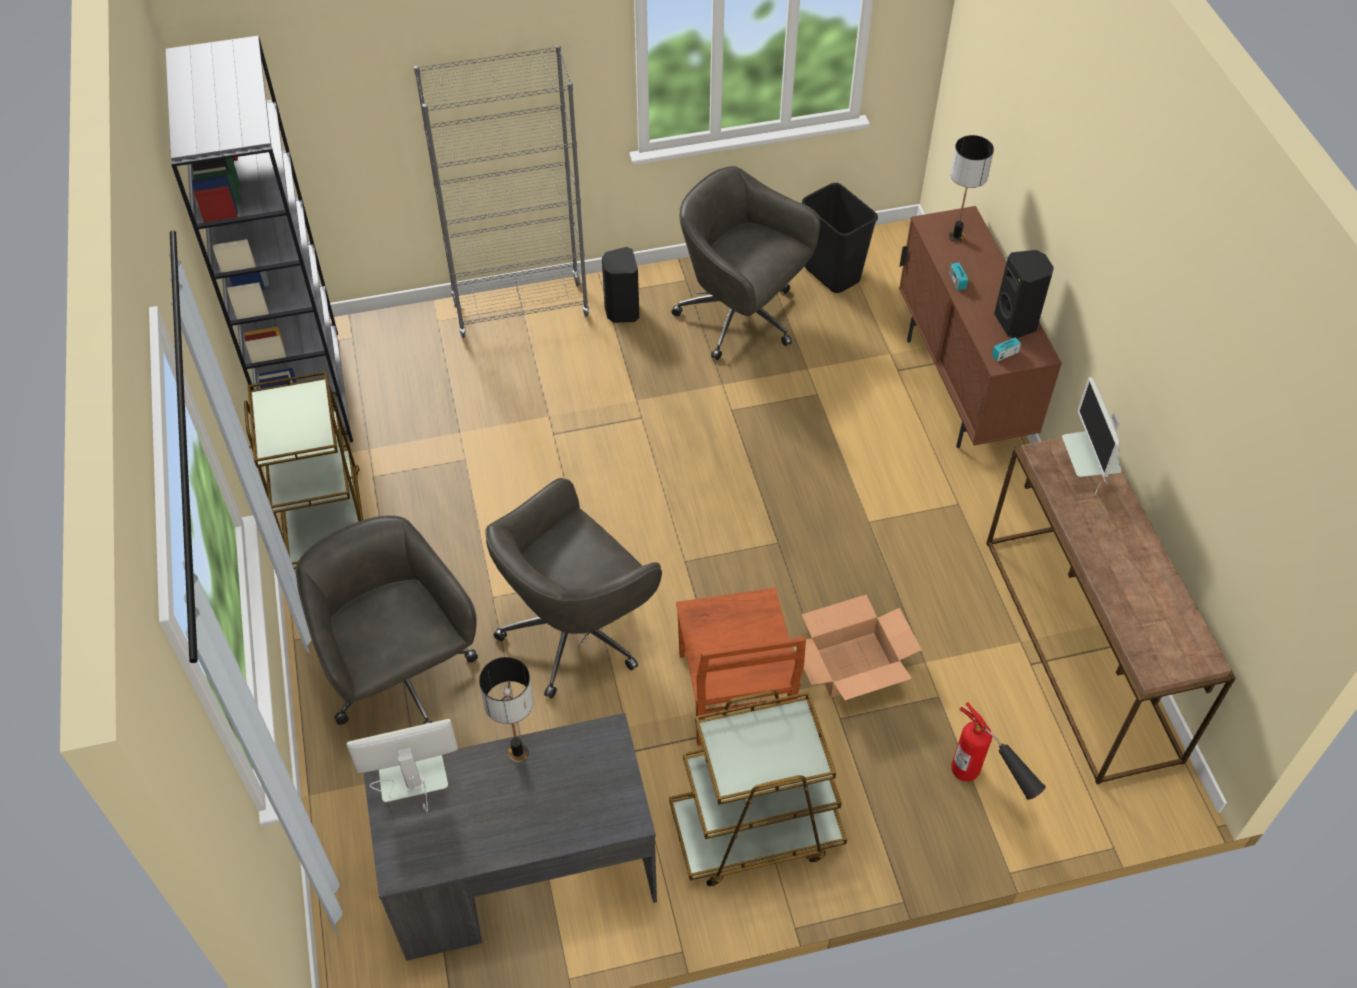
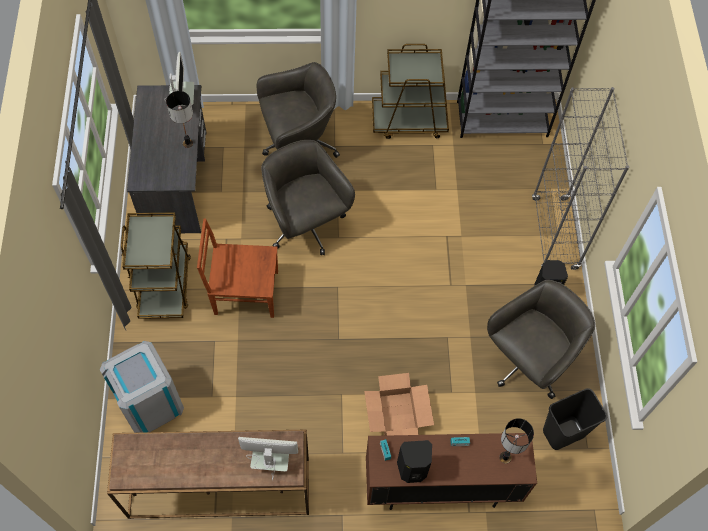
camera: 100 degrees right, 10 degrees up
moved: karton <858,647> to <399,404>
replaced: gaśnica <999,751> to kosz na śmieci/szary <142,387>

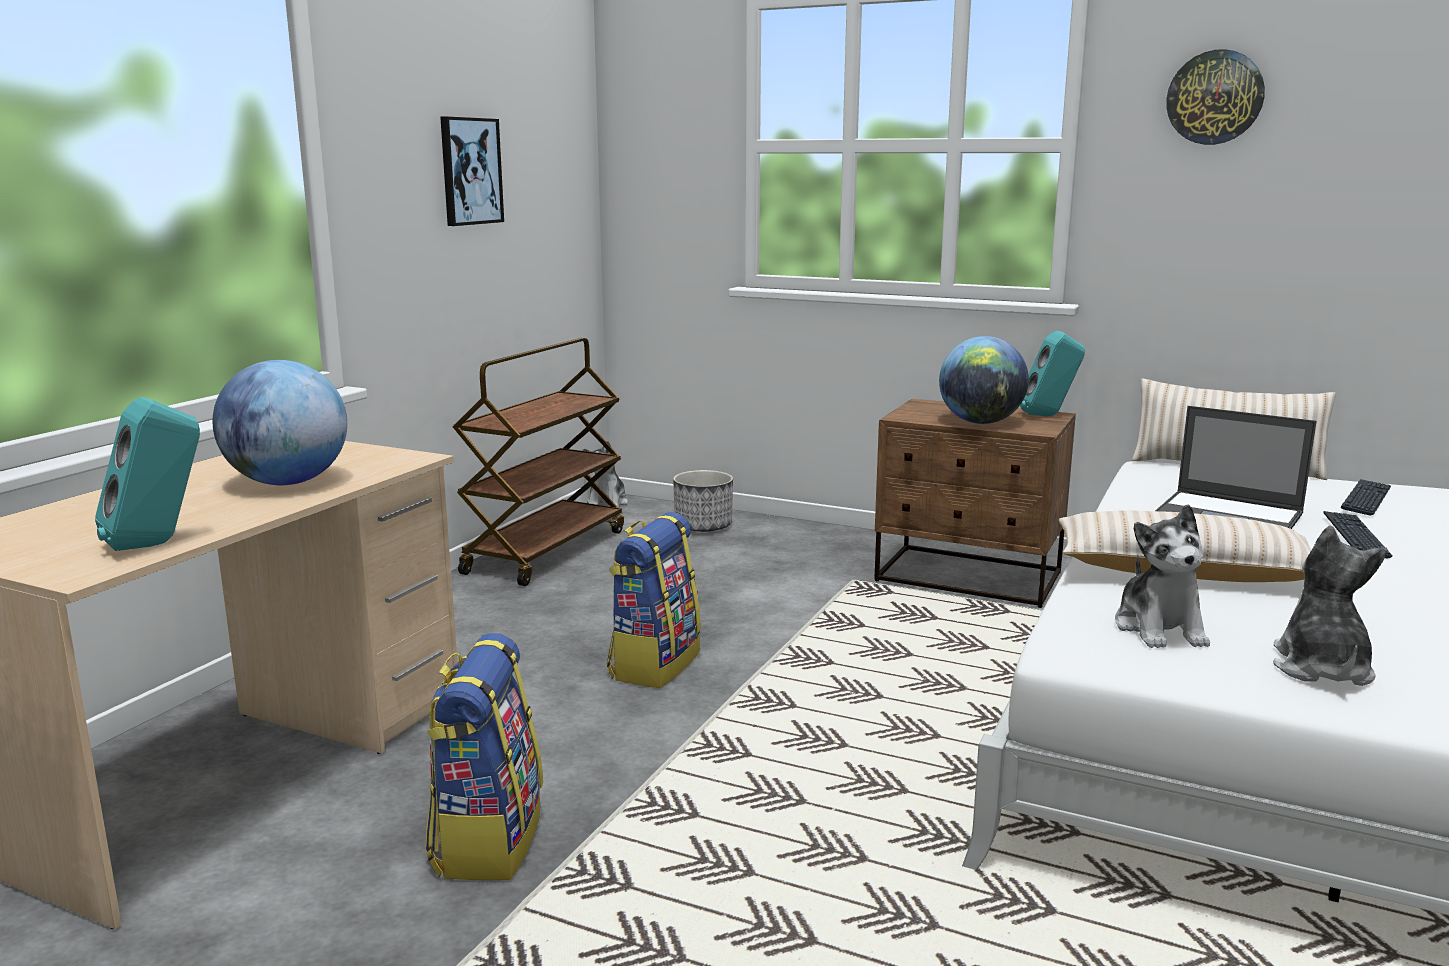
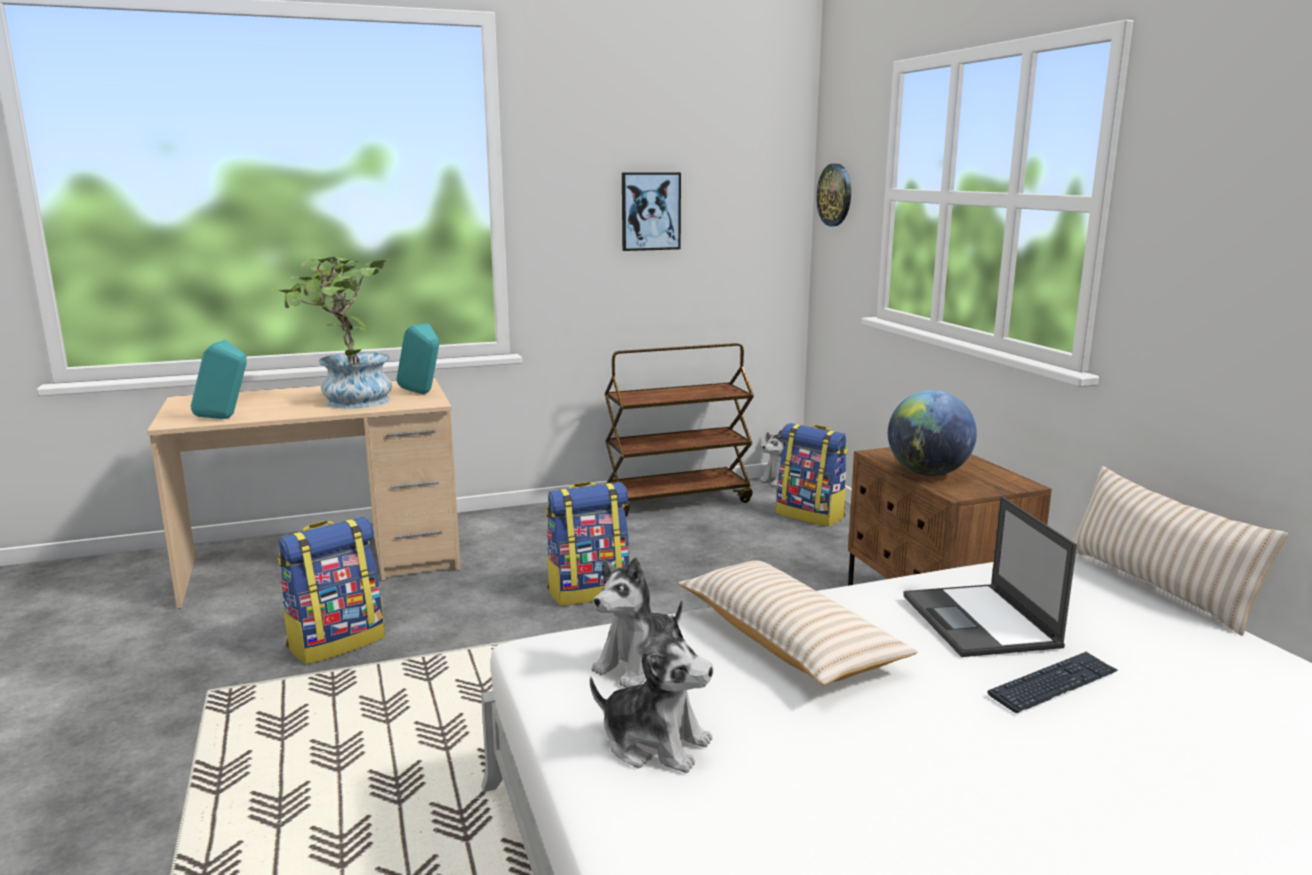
camera: 45 degrees right, 0 degrees up
removed: klawiatura <1366,497>
moved: głośnik/turkusowy <1052,373> to <418,358>; zegar ścienny <1215,97> to <833,195>
replaced: globus <280,422> to roślina doniczkowa <331,332>; donica <703,501> to plecak <812,475>
turned: pluszak <1330,605> = <652,694> 60 degrees clockwise

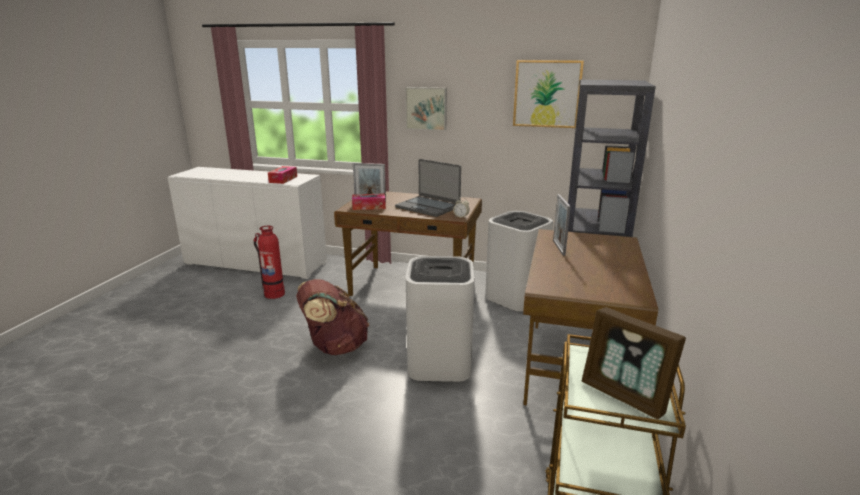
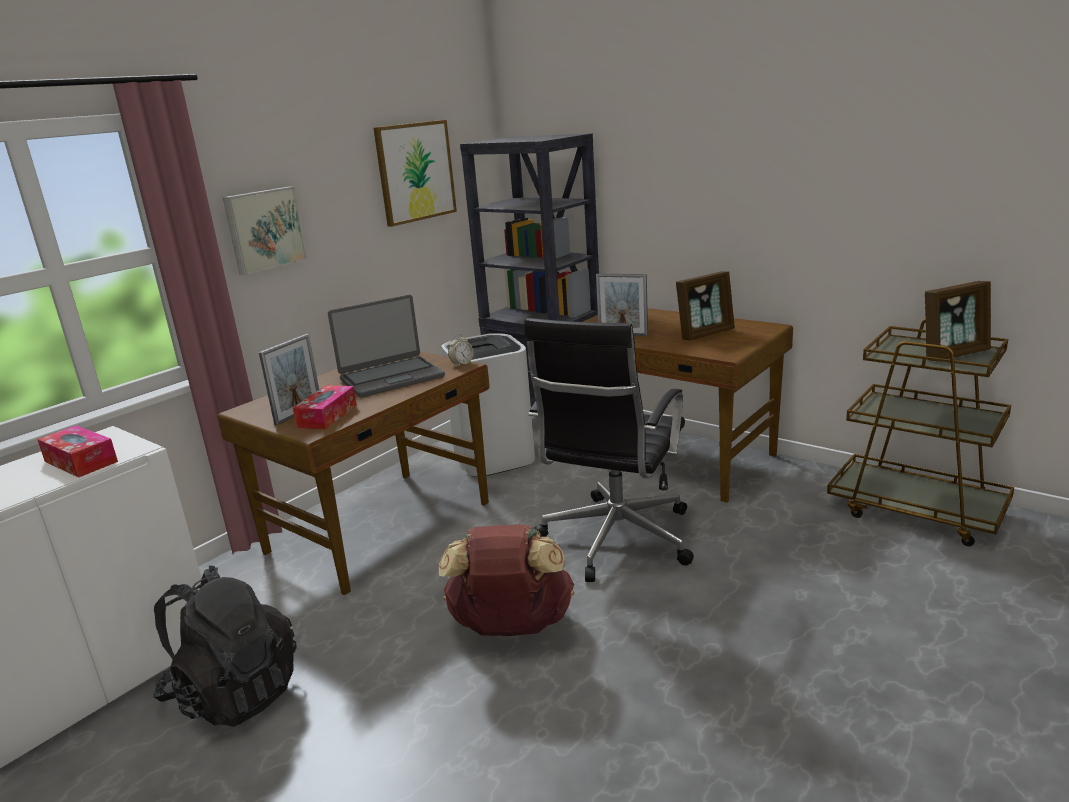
camera: 65 degrees left, 0 degrees up
added: ramka na zdjęcie <705,305>
replaced: gaśnica <269,262> to plecak/czarny <225,646>; kosz na śmieci/biały <440,319> to krzesło biurowe/czarny <609,450>

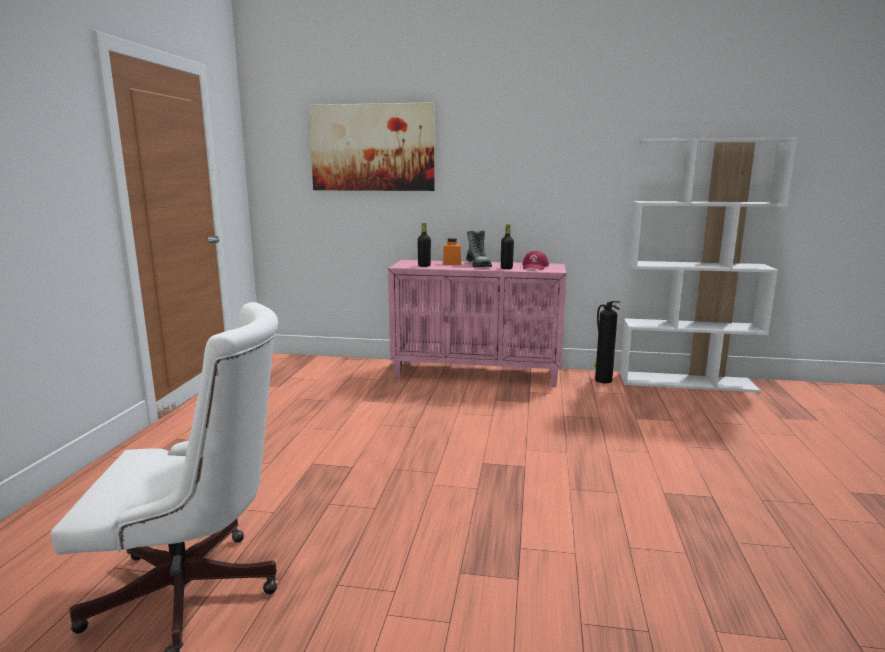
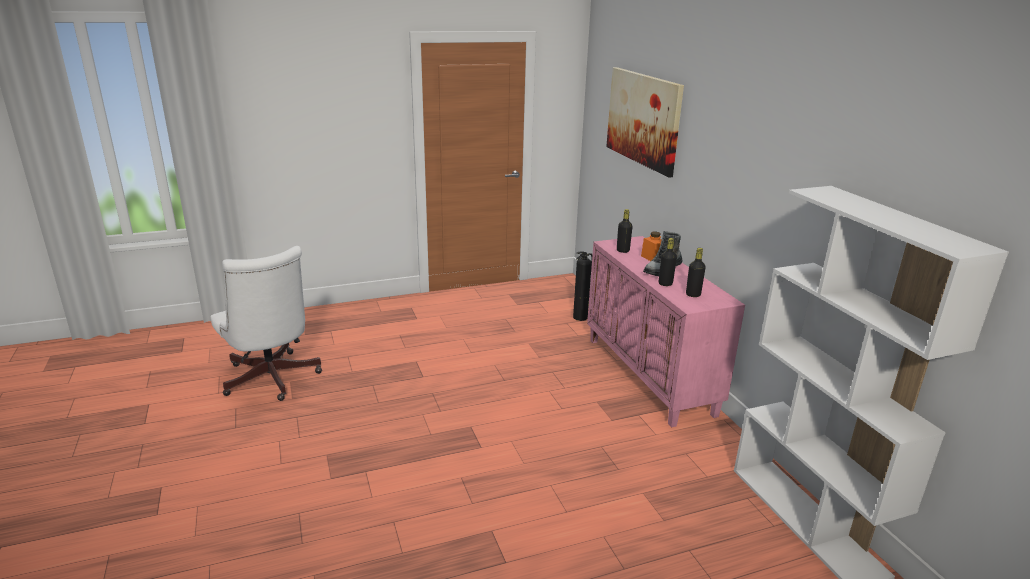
camera: 60 degrees right, 10 degrees up
moved: gaśnica <607,342> to <582,286>
replaced: czapka z daszkiem/czerwony <535,260> to butelka/czarny <696,272>

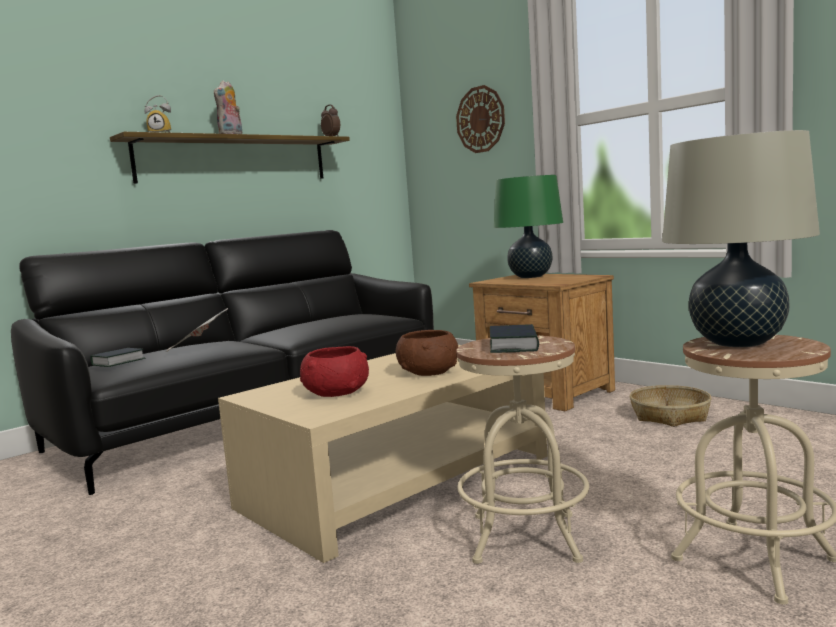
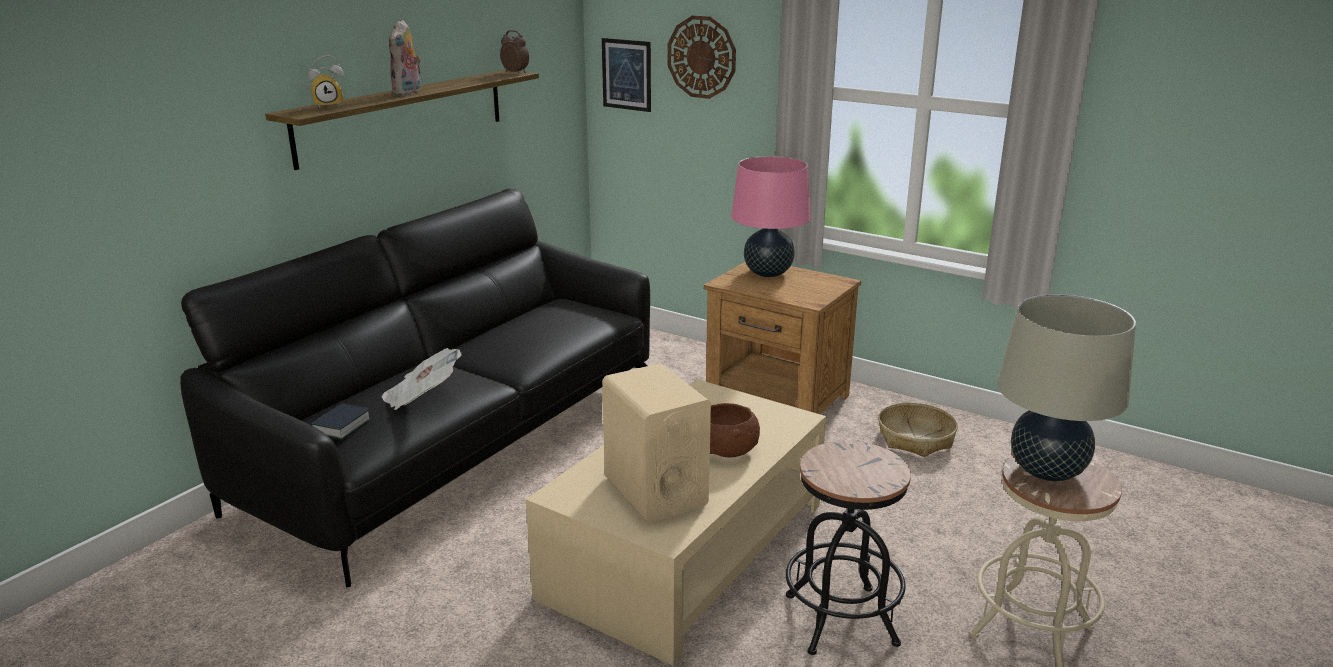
camera: 15 degrees left, 15 degrees up
removed: książka <514,338>
added: obraz <626,75>
replaced: miska/czerwony <334,371> to głośnik/beżowy <656,443>
recoloured: lampa stołowa/zielony <528,226> to lampa stołowa/różowy <770,216>; stołek/beżowy <522,450> to stołek/czarny <848,548>

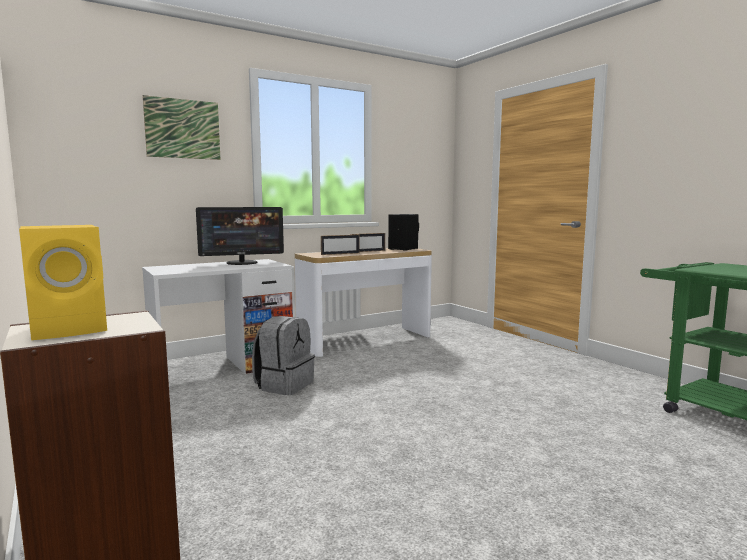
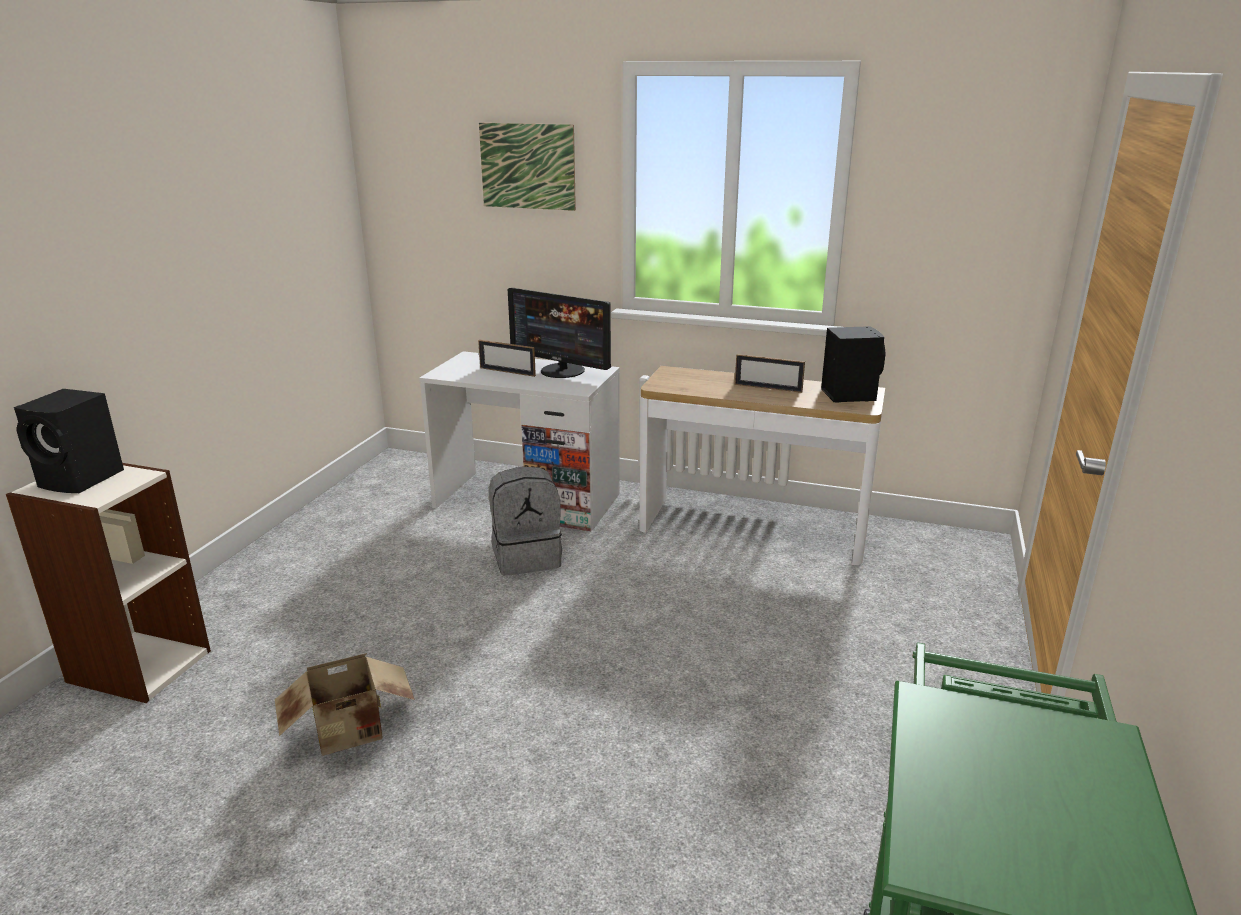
camera: 50 degrees right, 15 degrees up
added: karton <345,704>
moved: ramka na zdjęcie <340,245> to <507,358>
recoloured: głośnik/żółty <63,282> to głośnik/czarny <69,441>

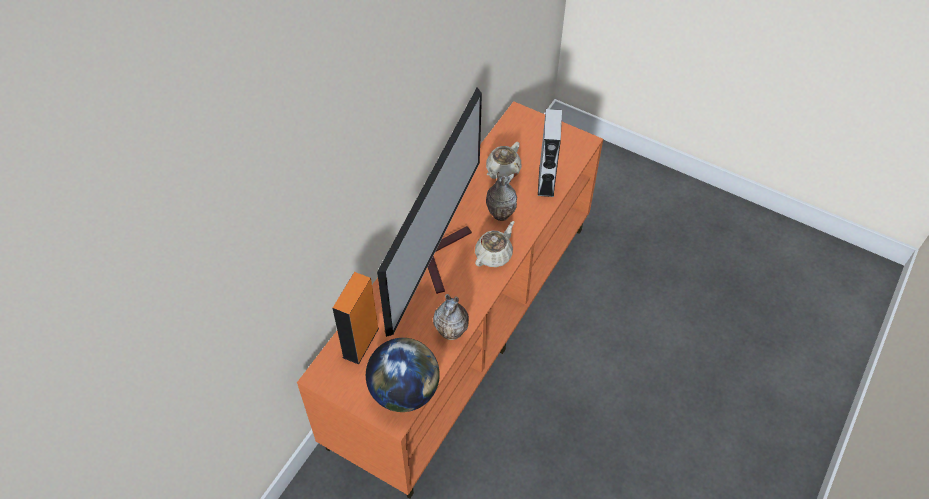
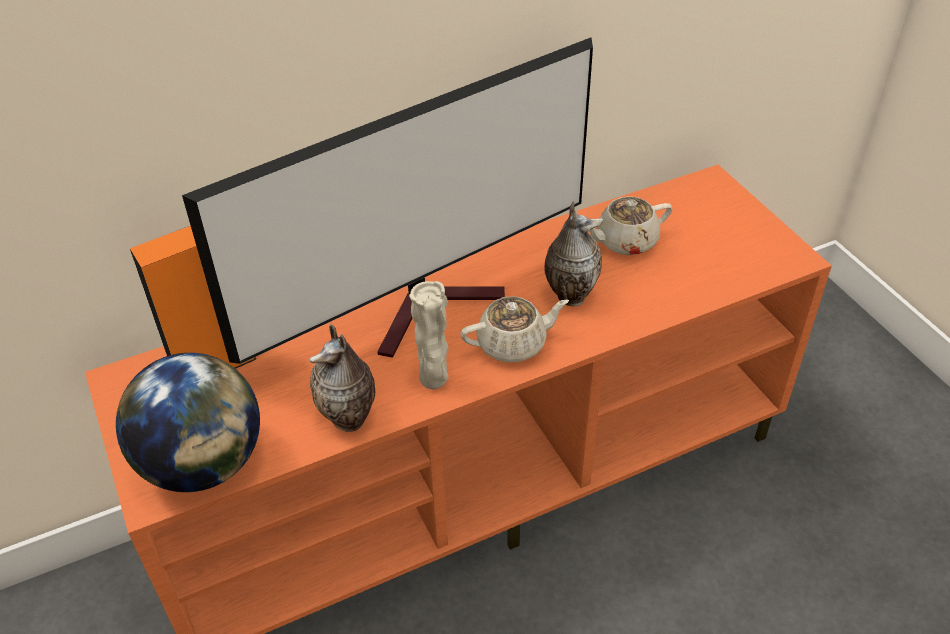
camera: 35 degrees right, 10 degrees down
removed: głośnik/szary <550,153>
added: wazon/beżowy <429,335>

